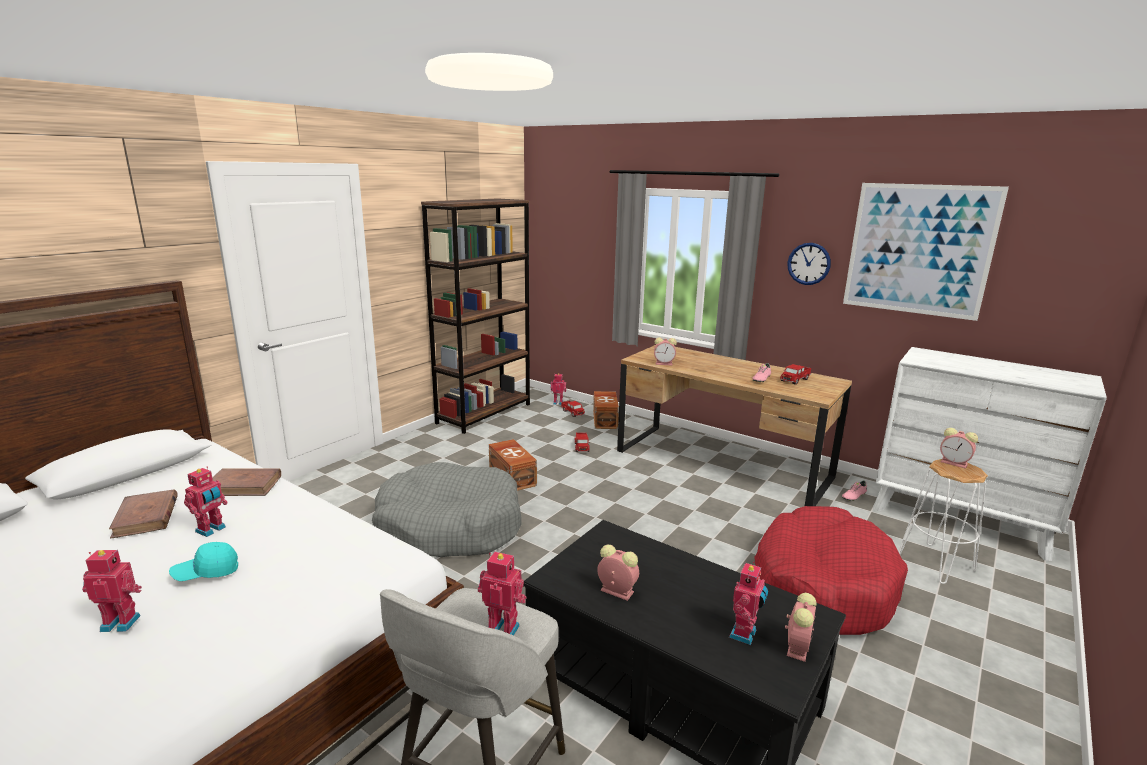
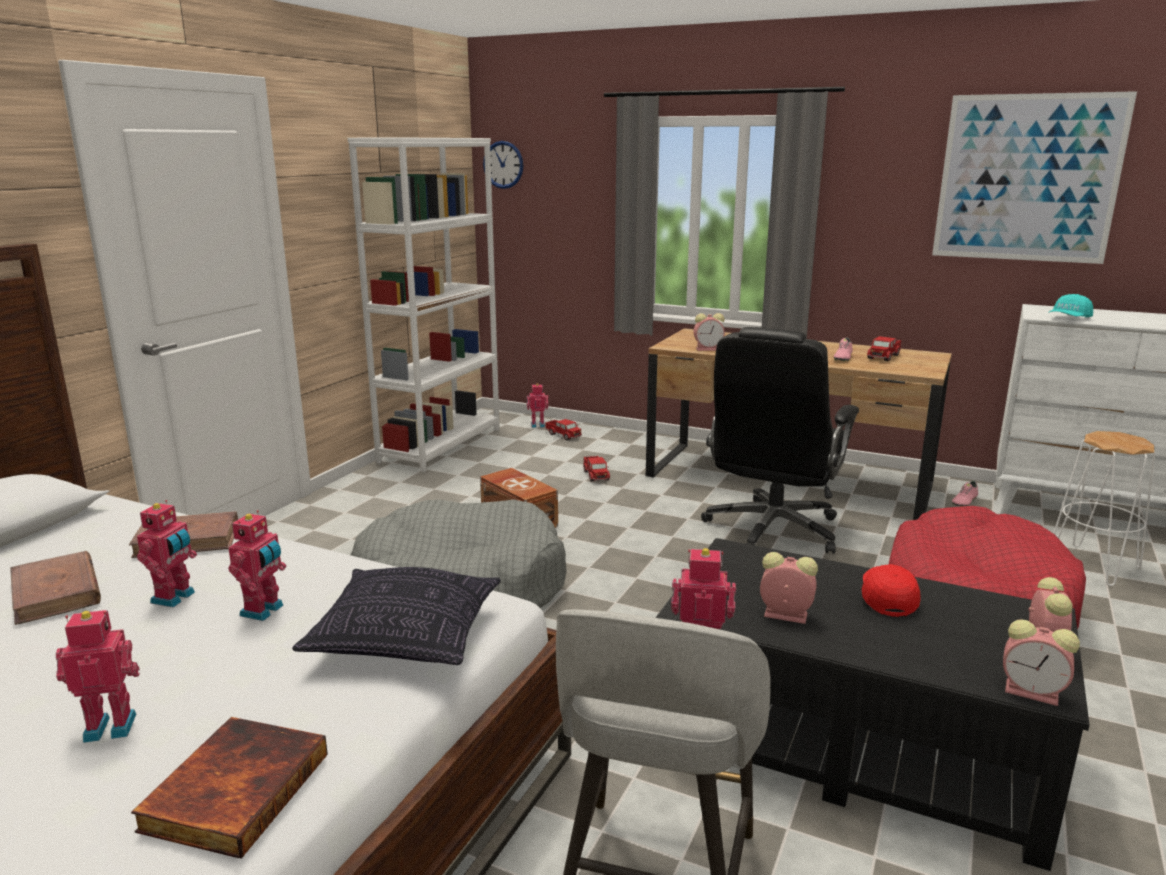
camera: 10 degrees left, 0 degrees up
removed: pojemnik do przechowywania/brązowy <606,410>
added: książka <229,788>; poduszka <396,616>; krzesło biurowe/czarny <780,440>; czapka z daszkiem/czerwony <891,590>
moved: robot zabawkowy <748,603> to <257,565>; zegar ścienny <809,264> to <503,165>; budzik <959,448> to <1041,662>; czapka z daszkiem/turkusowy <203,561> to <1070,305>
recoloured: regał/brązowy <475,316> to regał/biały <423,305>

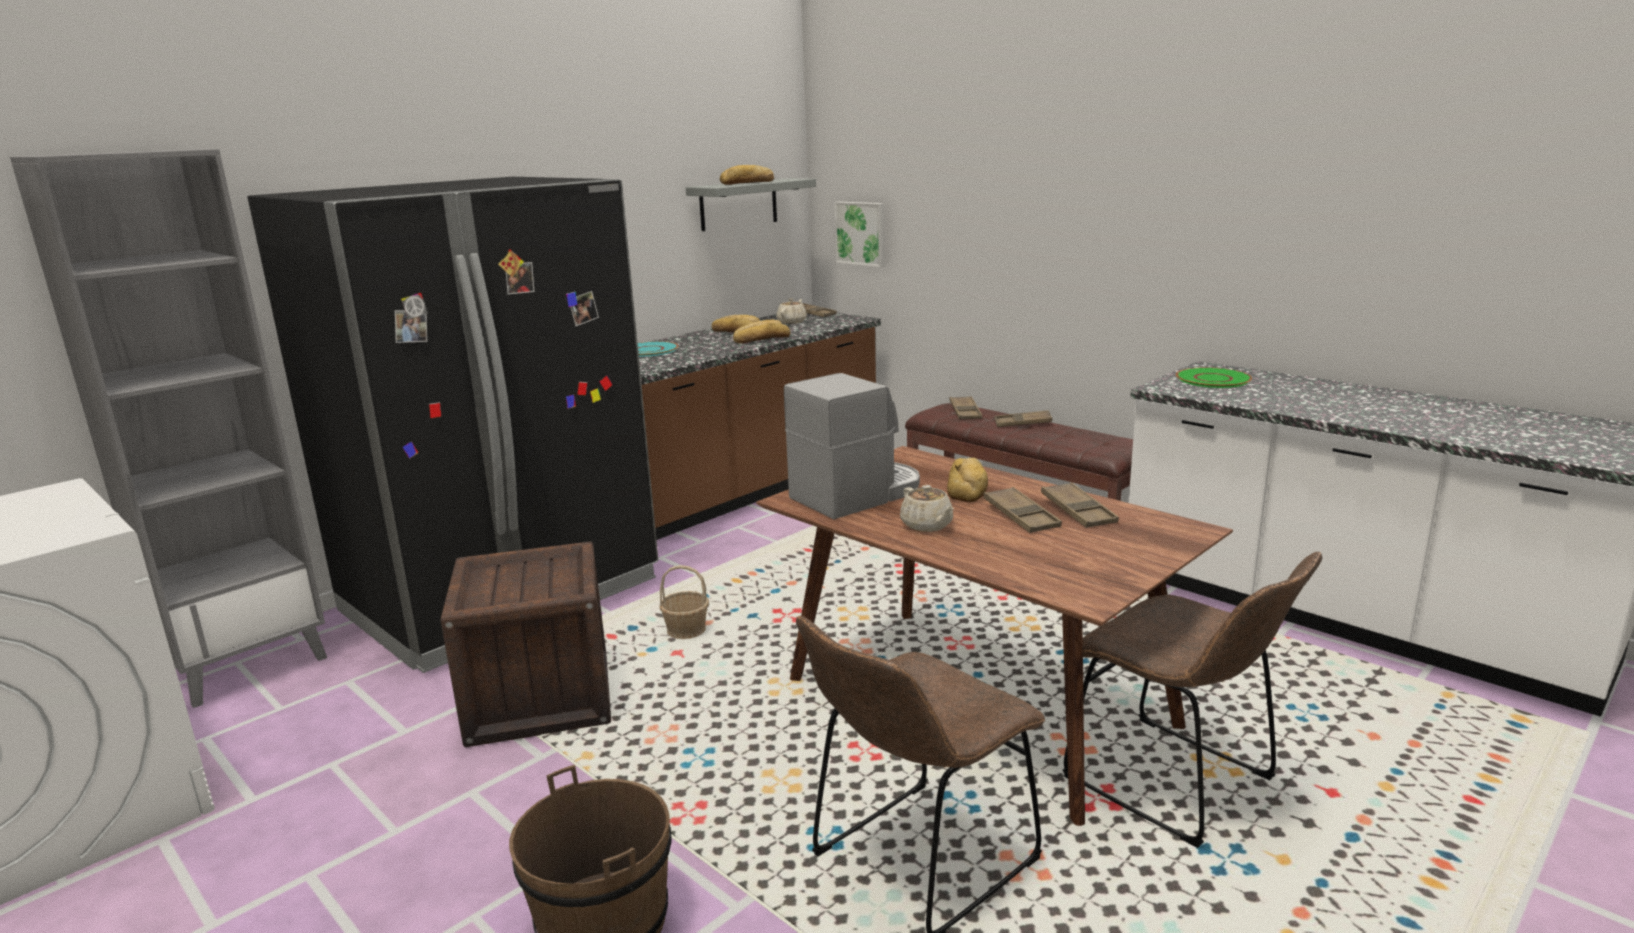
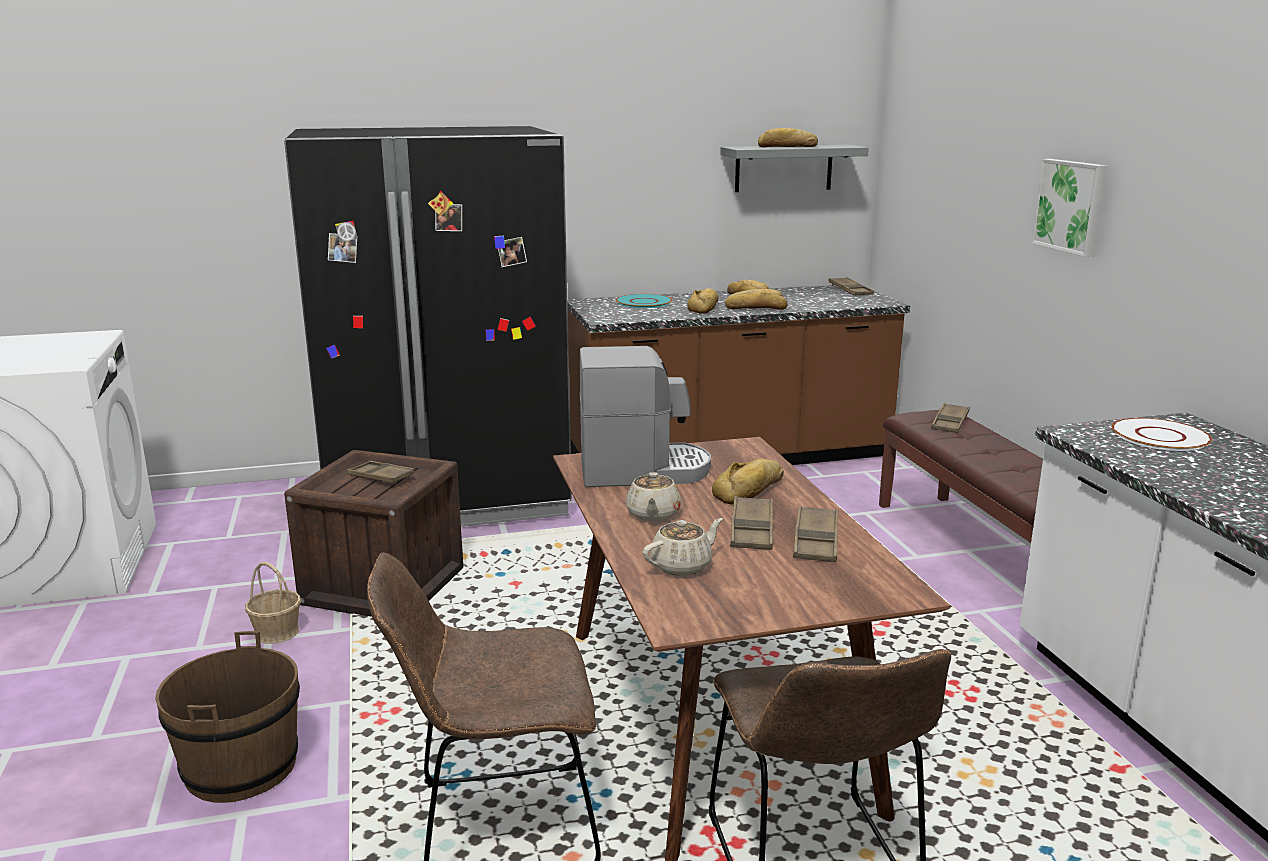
camera: 30 degrees right, 0 degrees up
removed: regał/szary <168,428>
added: chleb <703,300>
moved: koszyk <684,602> to <273,603>; taca/brązowy <1023,418> to <381,472>; imbryk/beżowy <791,311> to <683,547>; obraz <859,234> to <1069,208>
recoloured: talerz/zielony <1214,377> to talerz/biały <1161,434>

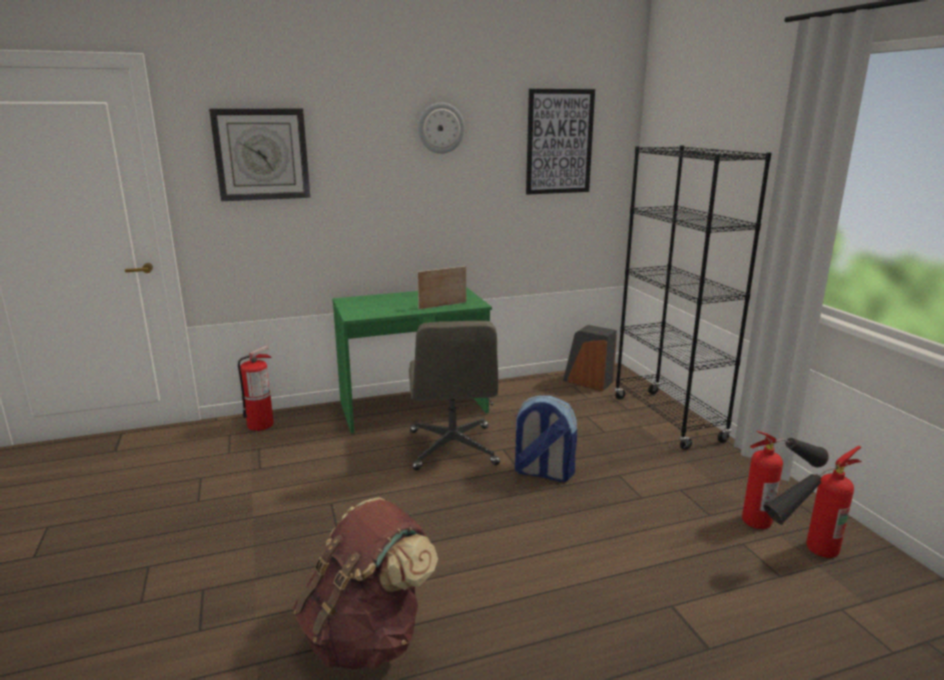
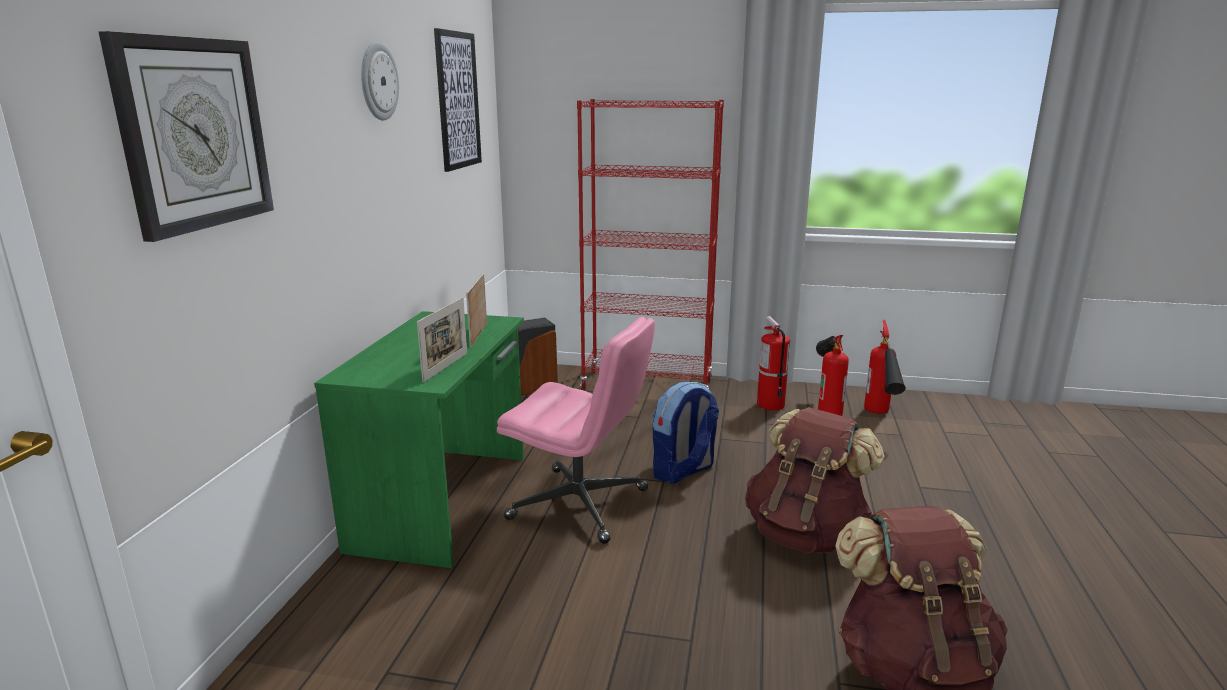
camera: 60 degrees left, 0 degrees up
added: ramka na zdjęcie <442,340>; plecak/brązowy <815,480>
moved: gaśnica <256,388> to <773,363>
recoloured: krzesło biurowe/szary <454,396> to krzesło biurowe/różowy <576,430>; regał/czarny <693,297> to regał/czerwony <650,244>

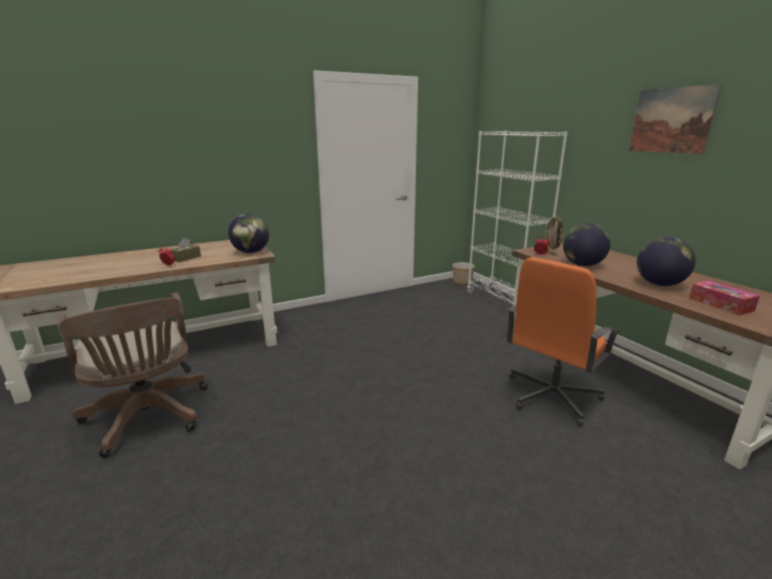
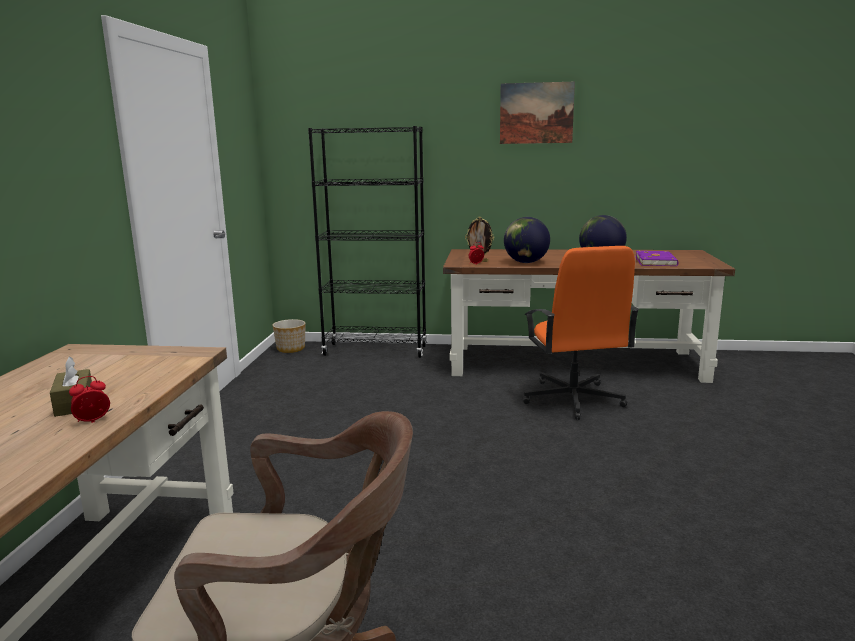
camera: 55 degrees left, 5 degrees down
removed: globus <248,233>
replaced: pudełko chusteczek <724,298> to książka/fioletowy <656,258>
recoloured: regał/biały <517,217> to regał/czarny <367,242>

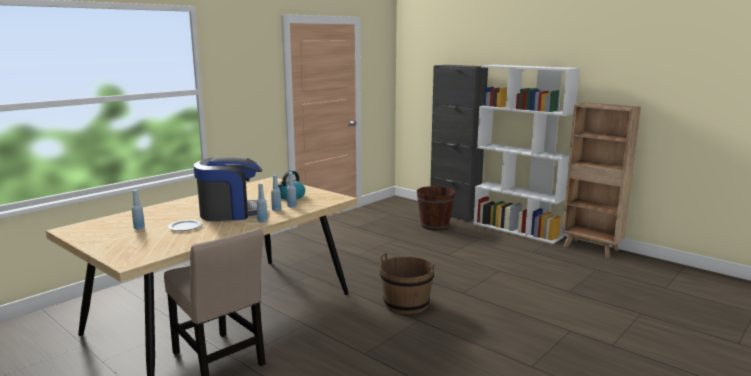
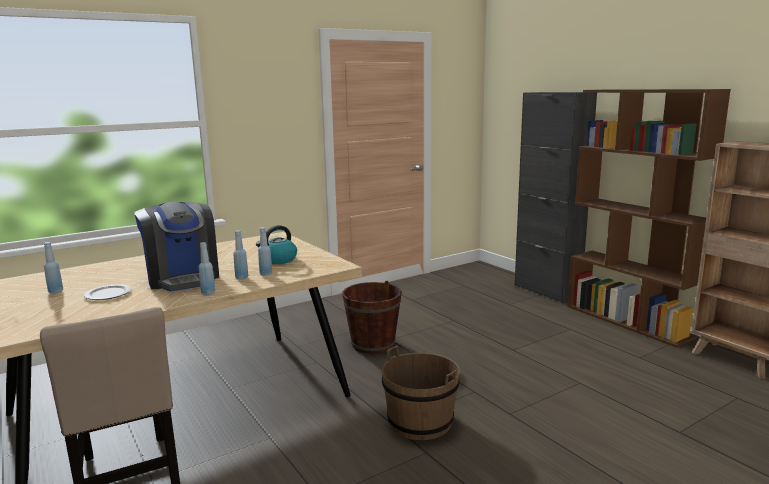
camera: 15 degrees right, 0 degrees up
moved: wiadro/brązowy <436,207> to <372,317>
recoloured: regał/biały <527,154> to regał/brązowy <649,218>
turned: ekspres do kawy <227,189> = <176,246> 60 degrees clockwise

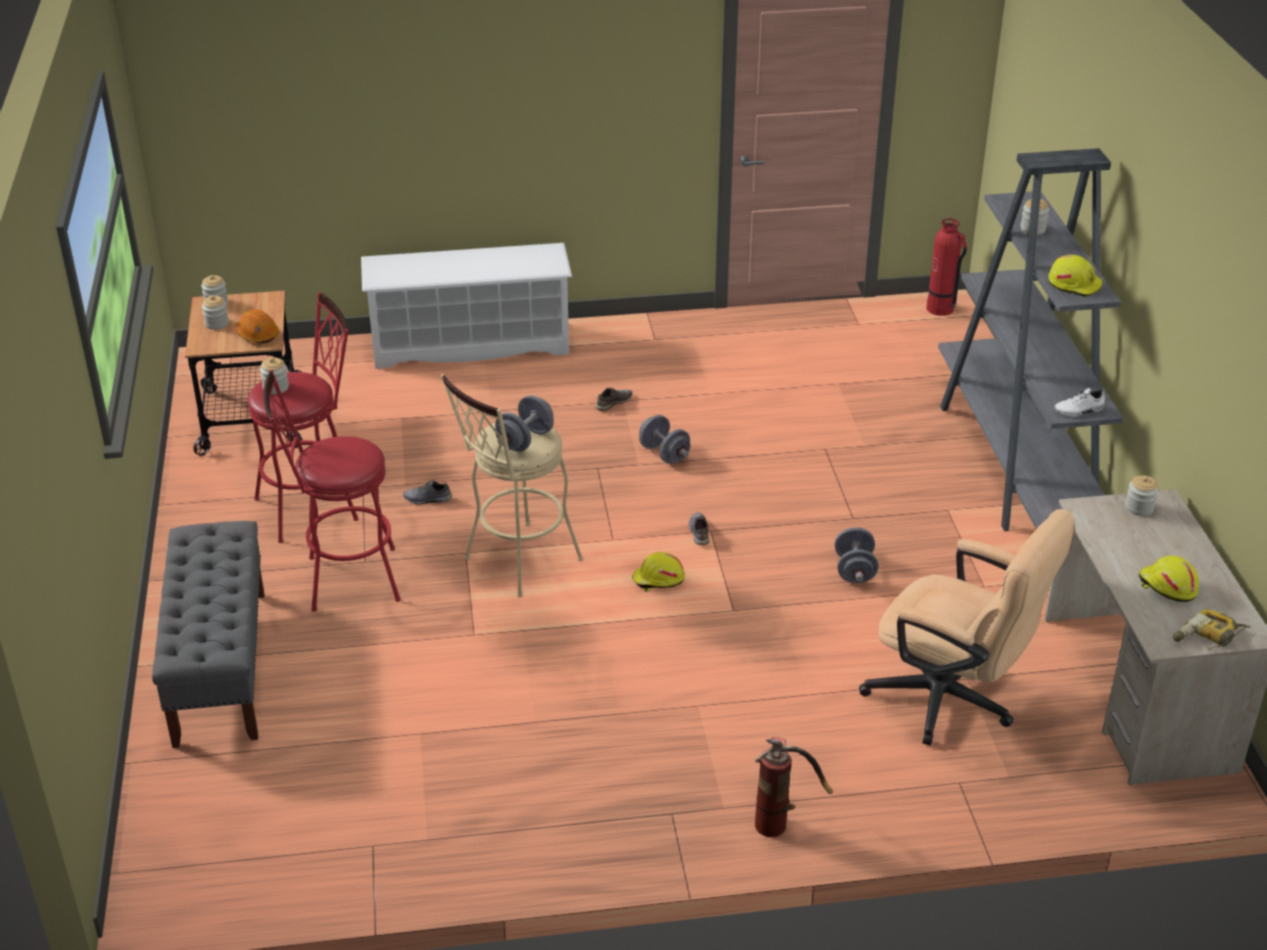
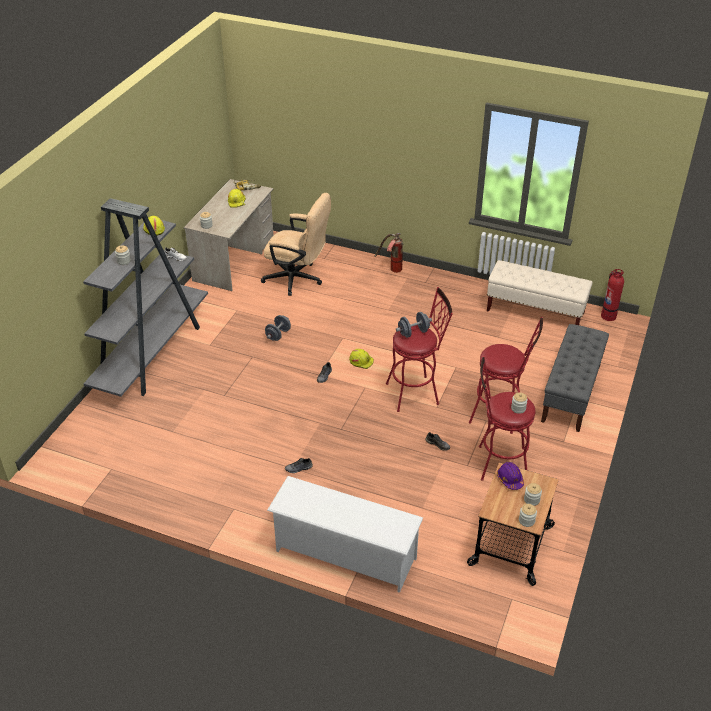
camera: 150 degrees left, 5 degrees up
removed: hantel/szary <664,439>
added: ławka/beżowy <539,292>
moved: gaśnica <946,267> to <612,295>
recoloured: stołek/beżowy <512,485> to stołek/czerwony <419,349>; kask/pomarańczowy <256,326> to kask/fioletowy <510,476>
turned: krzesło biurowe/beżowy <967,627> = <296,244> 135 degrees clockwise

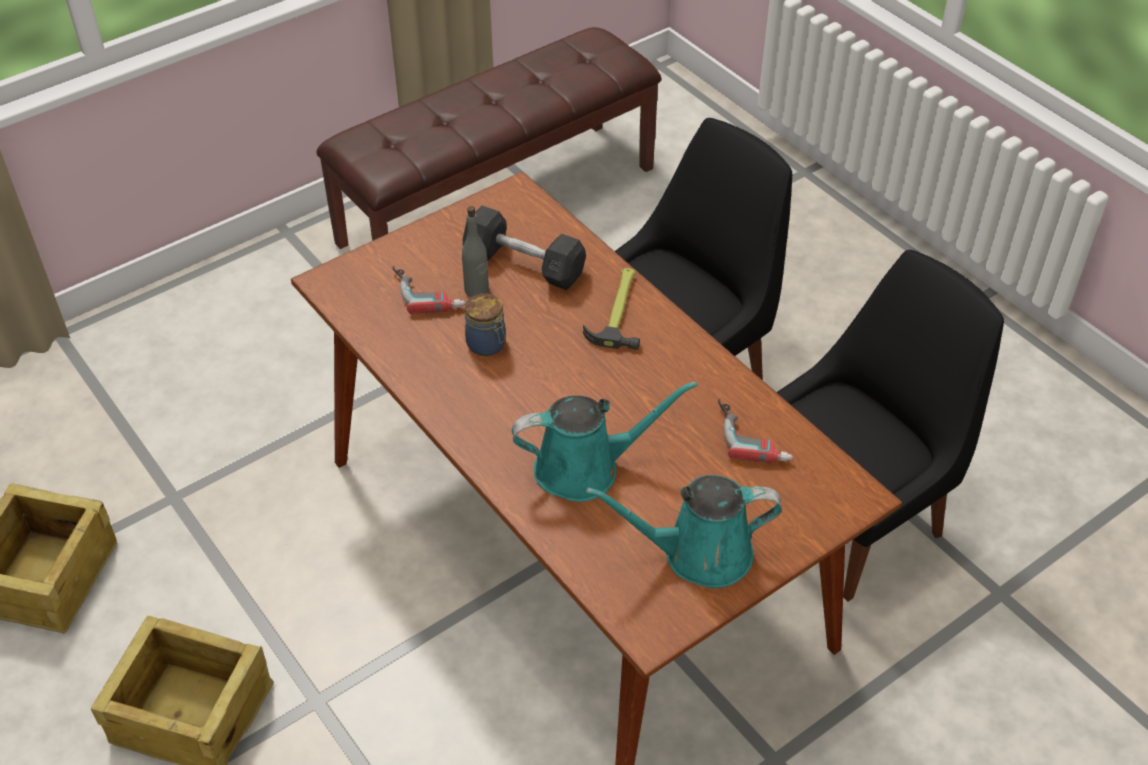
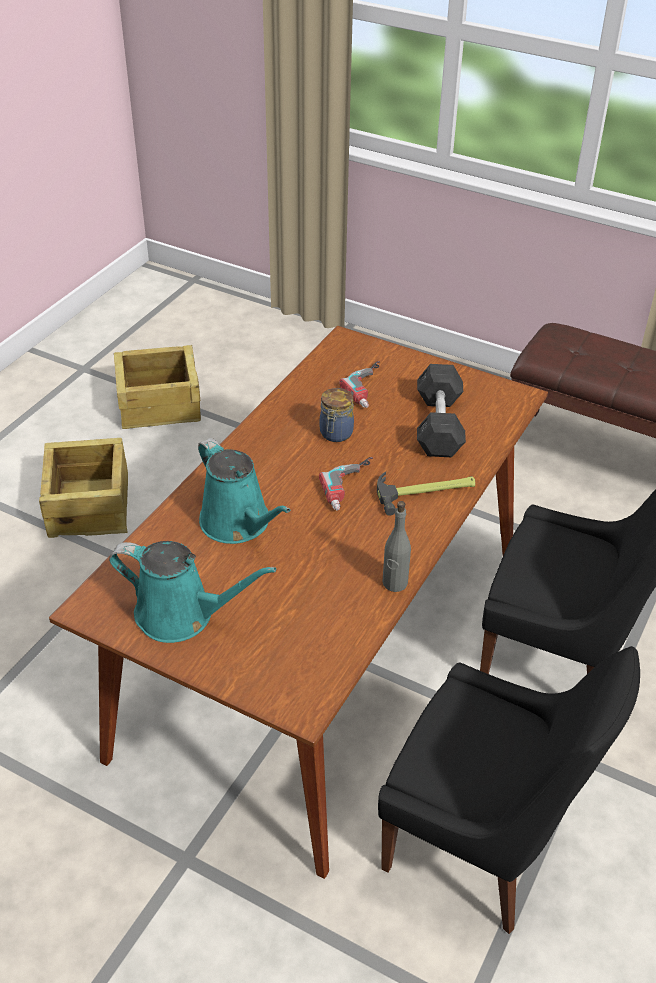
camera: 65 degrees right, 5 degrees down
moved: wiertarka <755,431> to <346,484>; butelka/szary <475,251> to <396,546>
turned: konewka/turkusowy <684,531> = <192,592> 135 degrees clockwise

